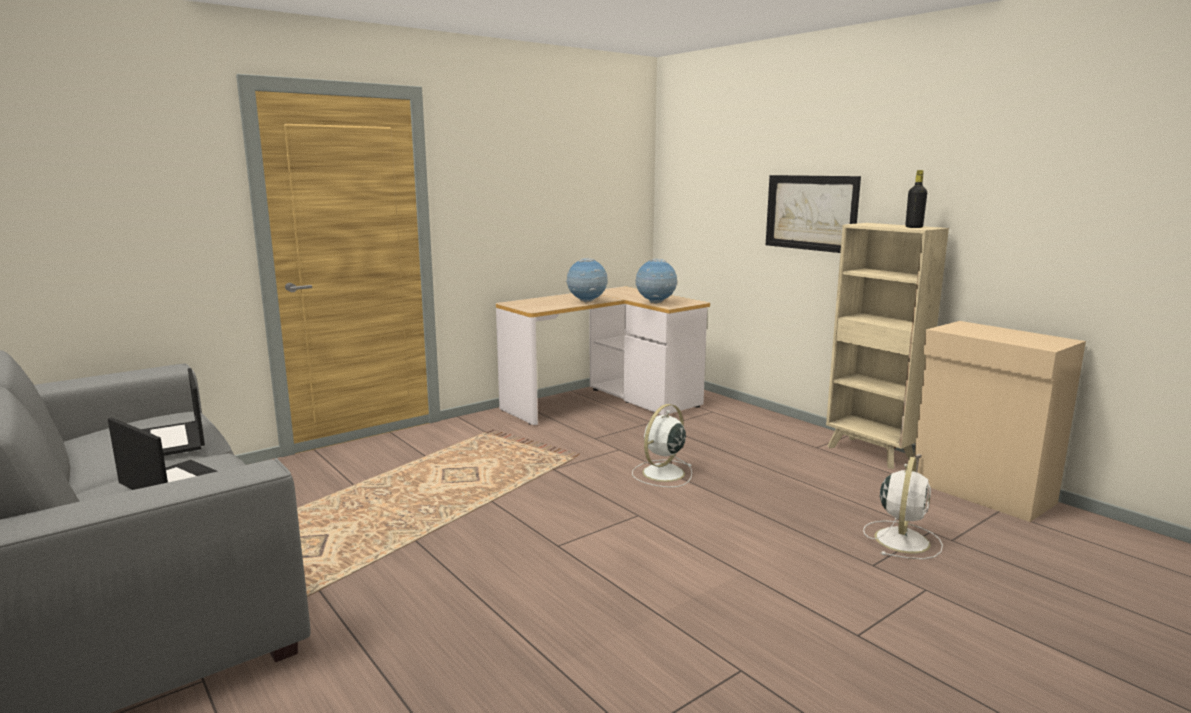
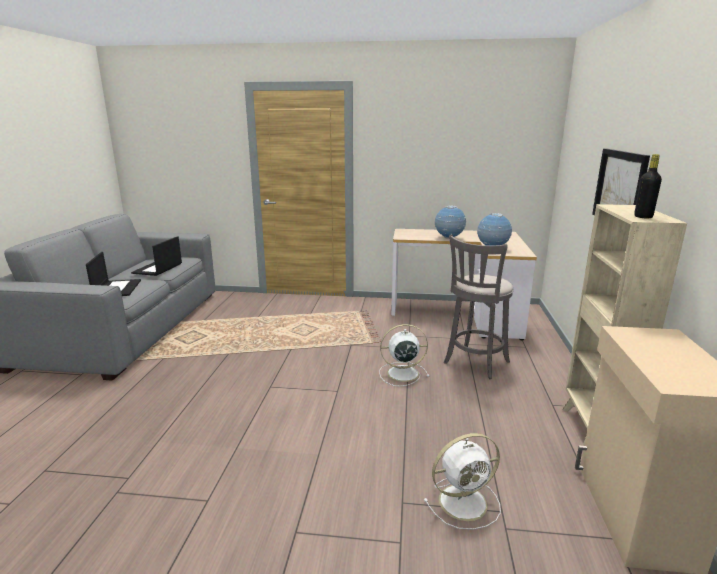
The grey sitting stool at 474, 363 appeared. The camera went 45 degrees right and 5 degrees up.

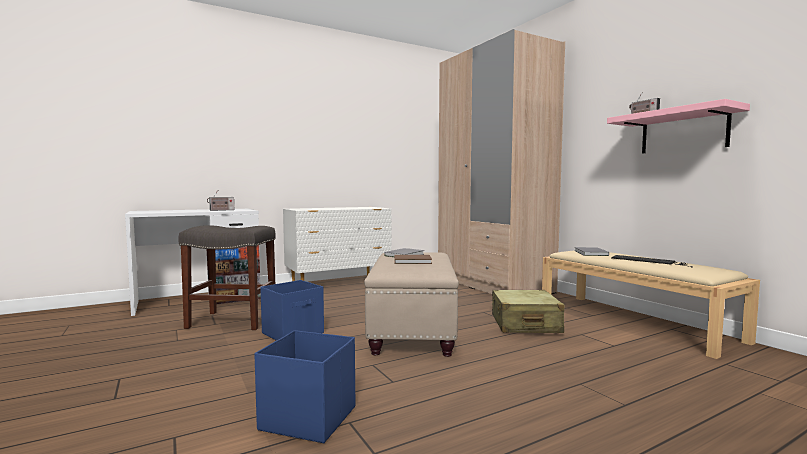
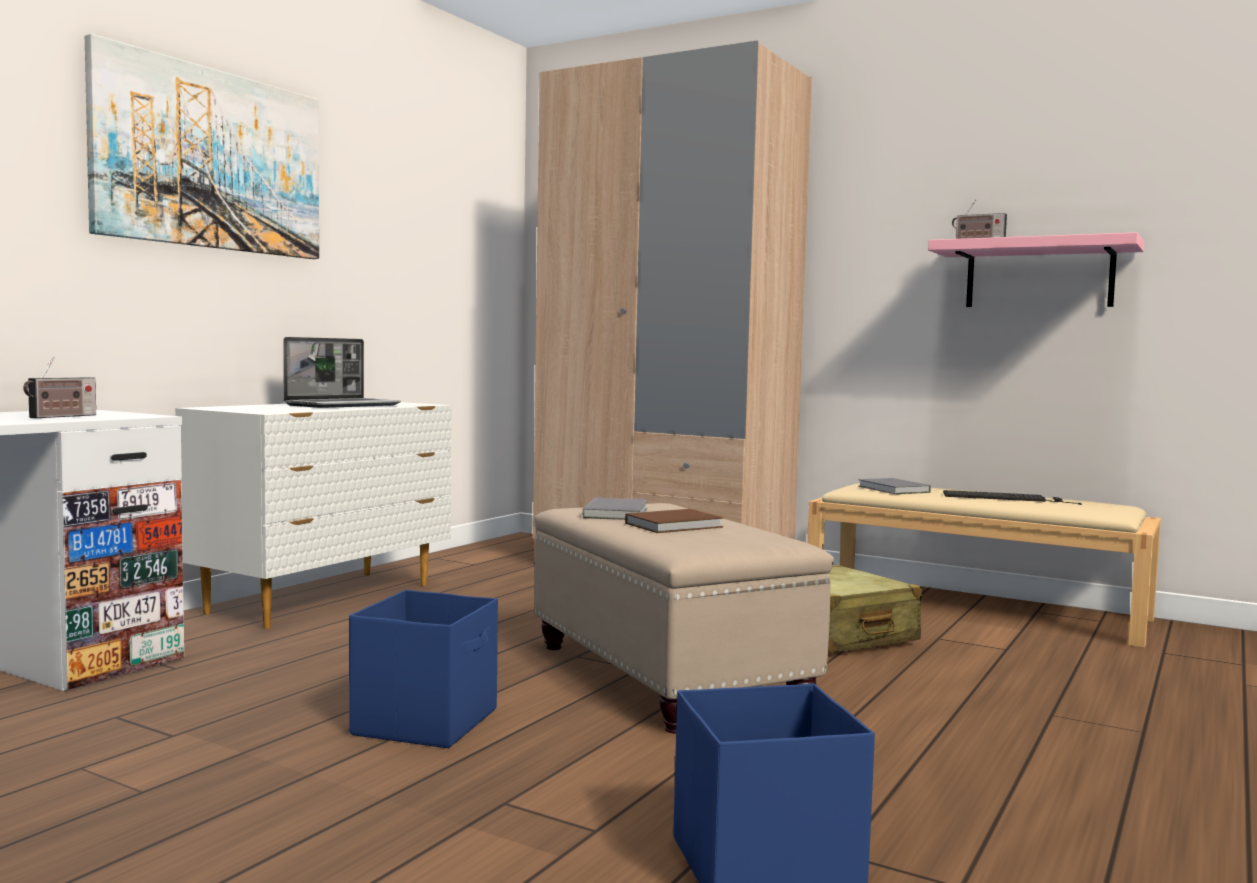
The grey sitting stool at 231, 321 disappeared. The wall picture at 211, 160 appeared. The laptop at 343, 405 appeared. The camera went 30 degrees left and 0 degrees up.

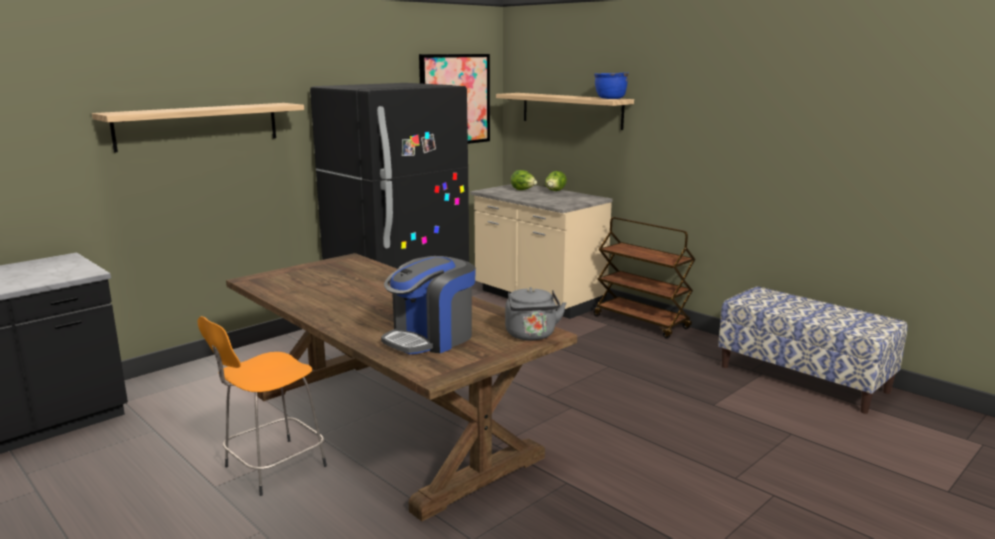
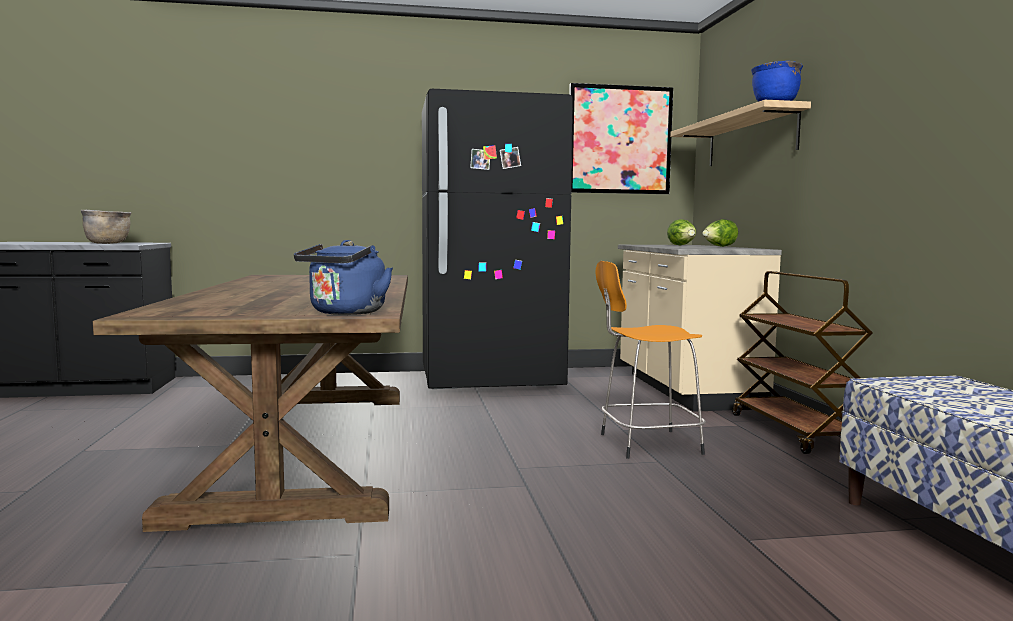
The wall shelf at 198, 126 disappeared. The coffee maker at 430, 338 disappeared. The brown-coloured cooking pot at 108, 243 appeared. The orange-coloured sitting stool moved from 272, 468 to 646, 444. The grey water kettle at 531, 335 became the blue-coloured water kettle at 345, 313. The camera went 35 degrees right and 10 degrees down.

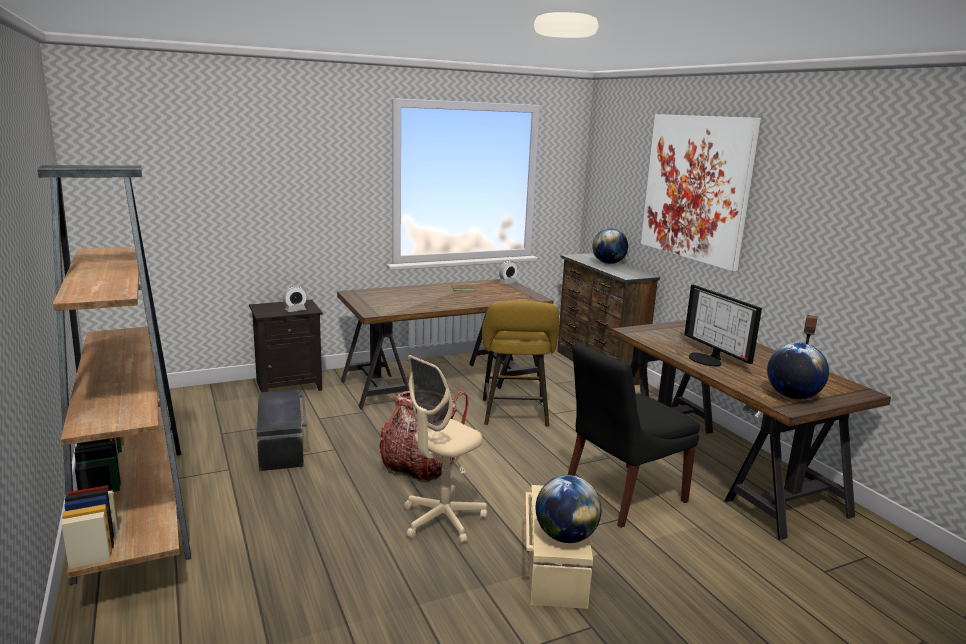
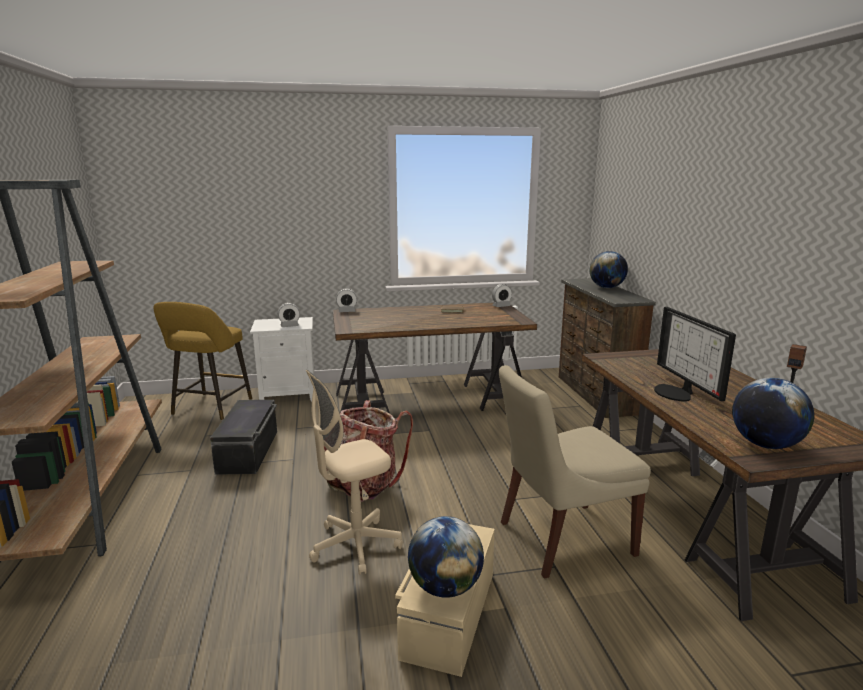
The wall picture at 696, 188 disappeared. The alarm clock at 347, 311 appeared. The yellow-coloured sitting stool moved from 515, 415 to 210, 408. The black-coloured night table at 290, 385 became the whitish night table at 289, 395. The black-coloured plain chair at 621, 496 became the beige-coloured plain chair at 561, 539. The camera went 15 degrees right and 0 degrees up.

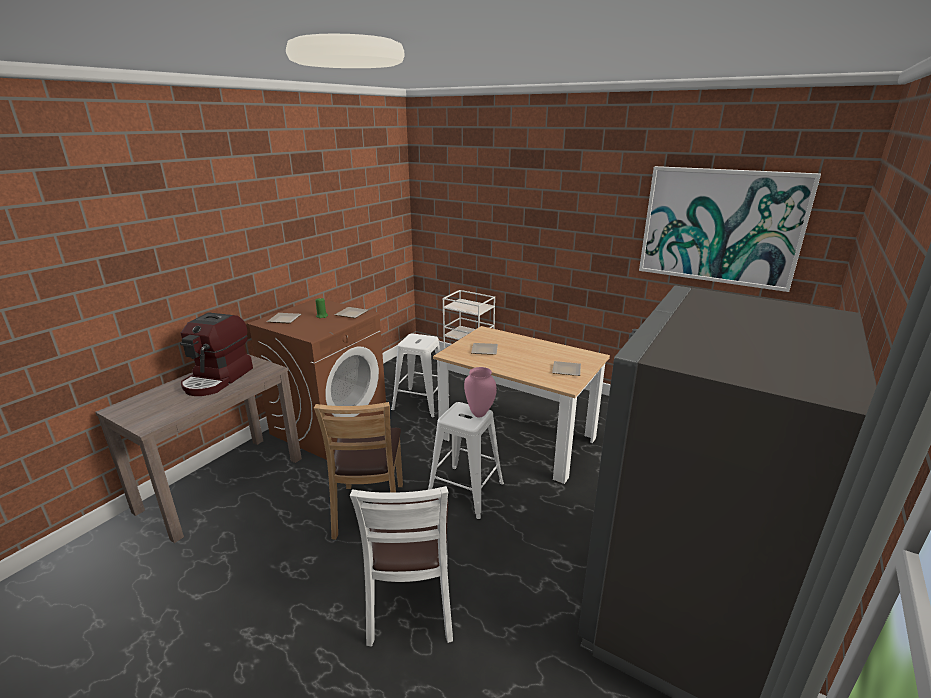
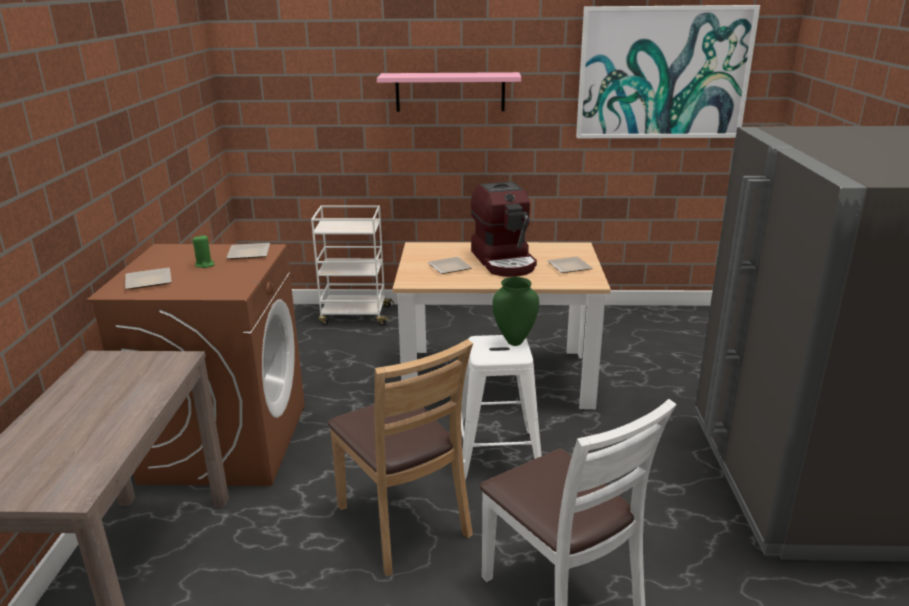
The whitish sitting stool at 420, 402 disappeared. The pink wall shelf at 450, 92 appeared. The coffee maker moved from 218, 379 to 504, 261. The pink vase at 480, 413 became the green-coloured vase at 514, 341. The camera went 30 degrees left and 0 degrees up.

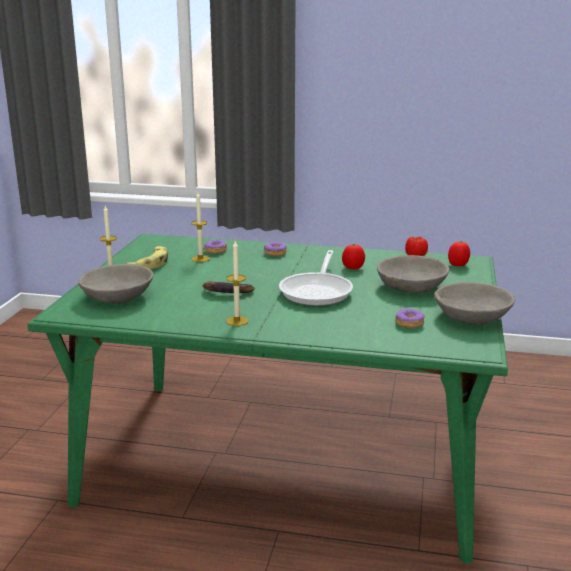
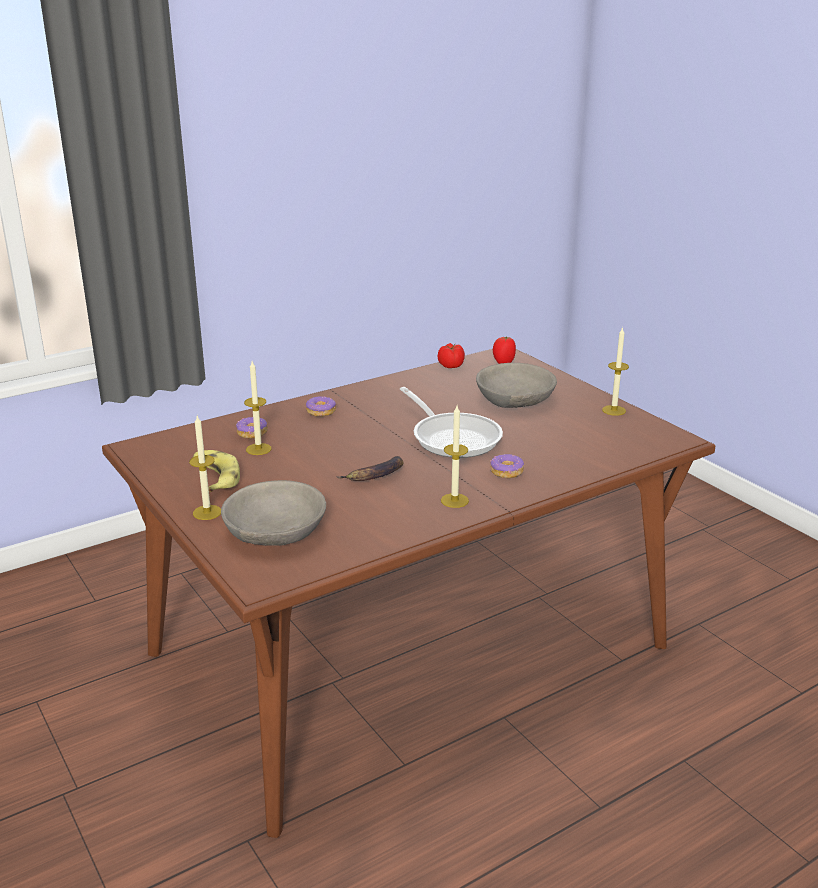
The tomato at 353, 268 disappeared. The donut moved from 409, 323 to 506, 472. The grey bowl at 472, 317 was replaced by the wax light at 614, 410. The green-coloured dinner table at 287, 459 became the brown-coloured dinner table at 410, 648. The camera went 45 degrees left and 5 degrees up.

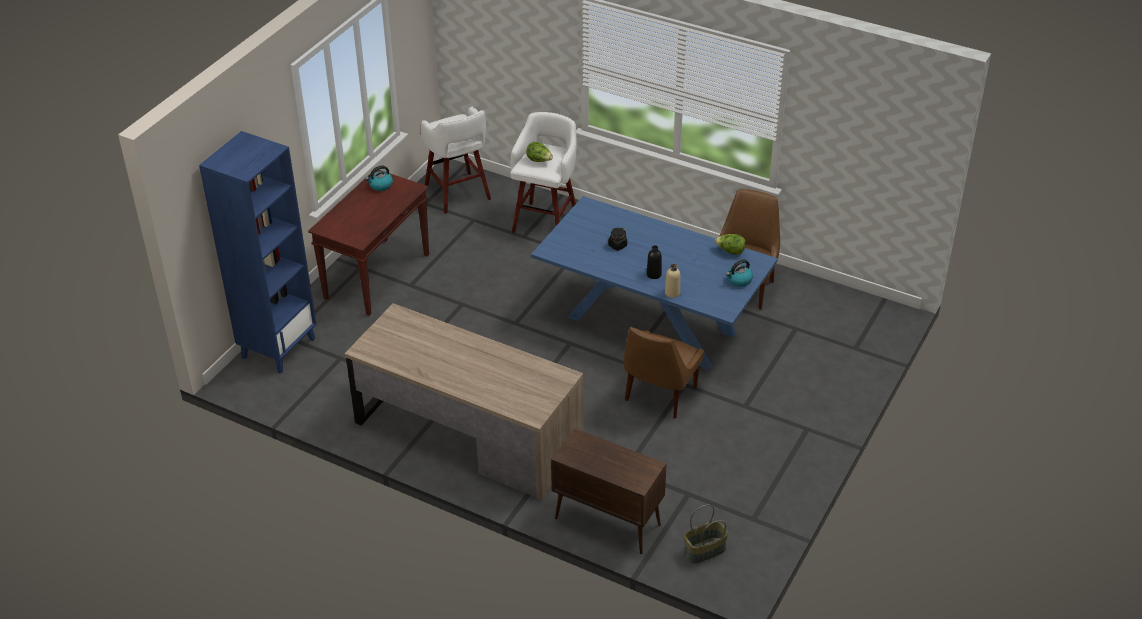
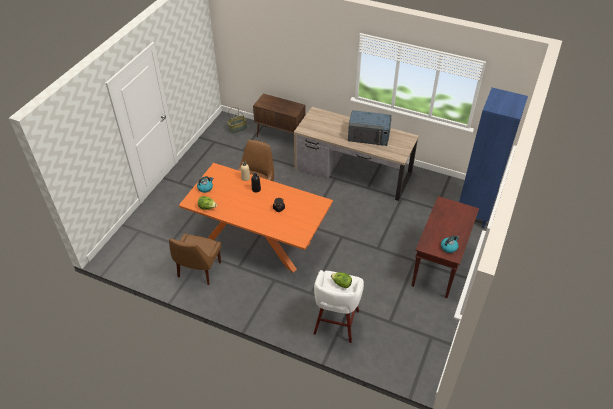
The whitish sitting stool at 458, 194 disappeared. The blue-coloured kitchen microwave at 369, 135 appeared. The blue-coloured dinner table at 652, 324 became the orange-coloured dinner table at 258, 240. The camera went 175 degrees right and 5 degrees up.

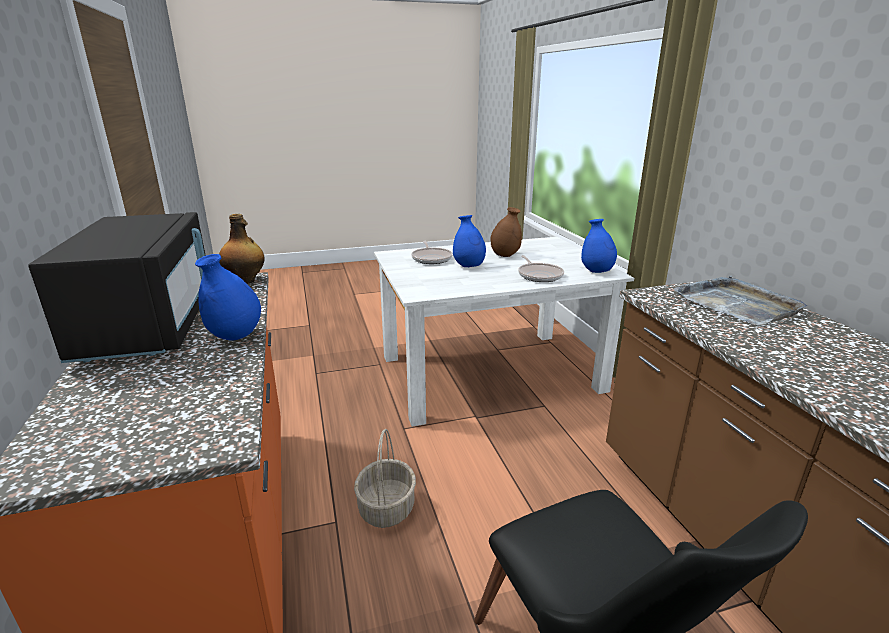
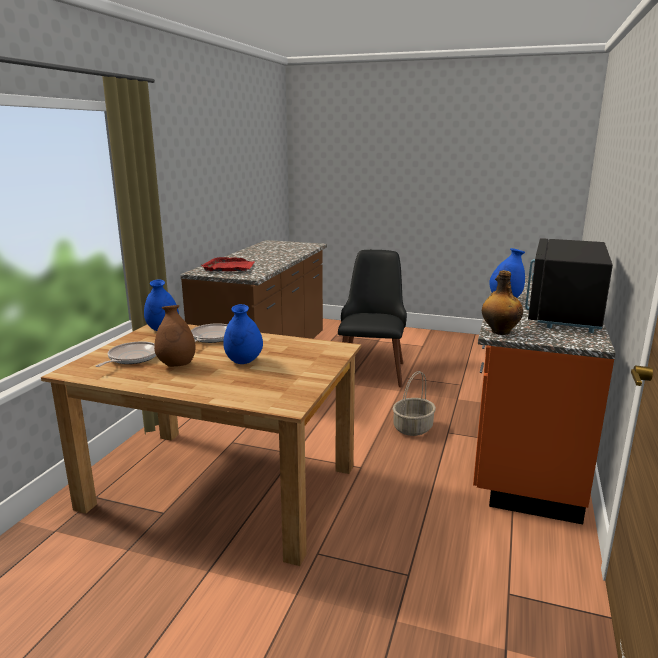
The frying pan moved from 431, 258 to 132, 358. The whitish dinner table at 490, 372 became the brown-coloured dinner table at 219, 487. The grey serving tray at 737, 304 became the red serving tray at 229, 267. The camera went 145 degrees left and 5 degrees down.

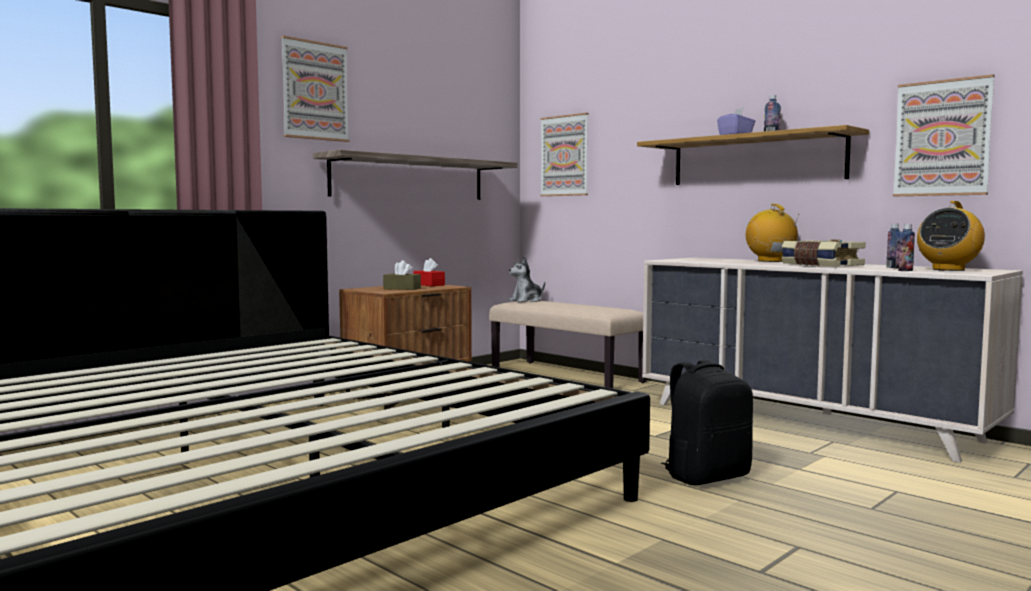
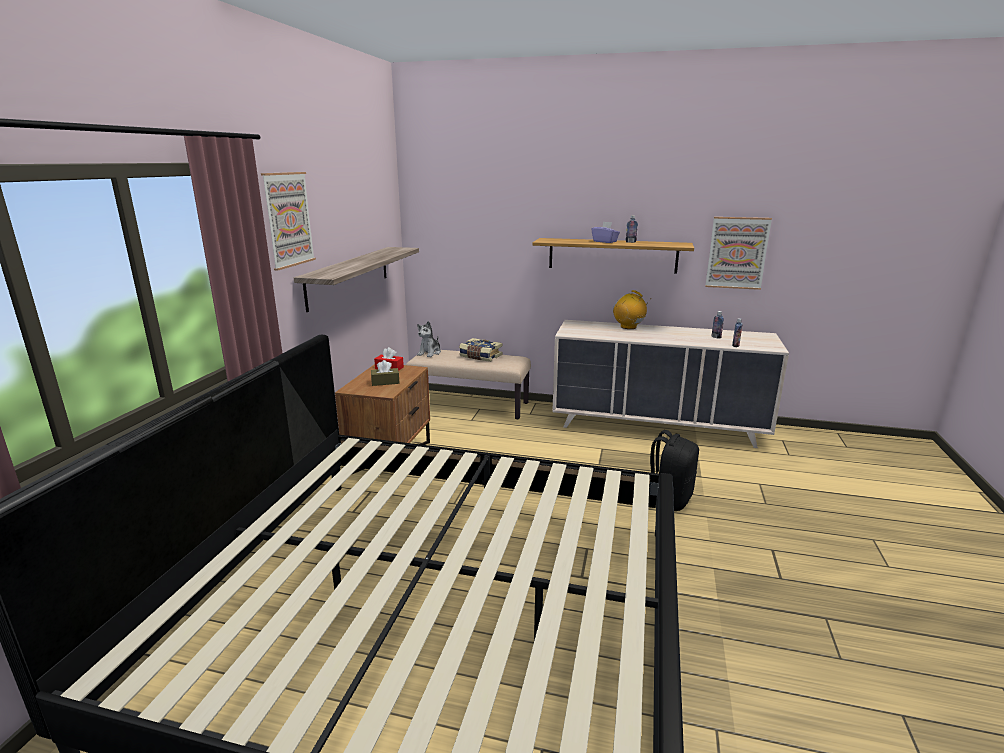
The wall picture at 565, 156 disappeared. The radio receiver at 948, 269 disappeared. The book moved from 820, 265 to 480, 356. The camera went 30 degrees left and 15 degrees up.

